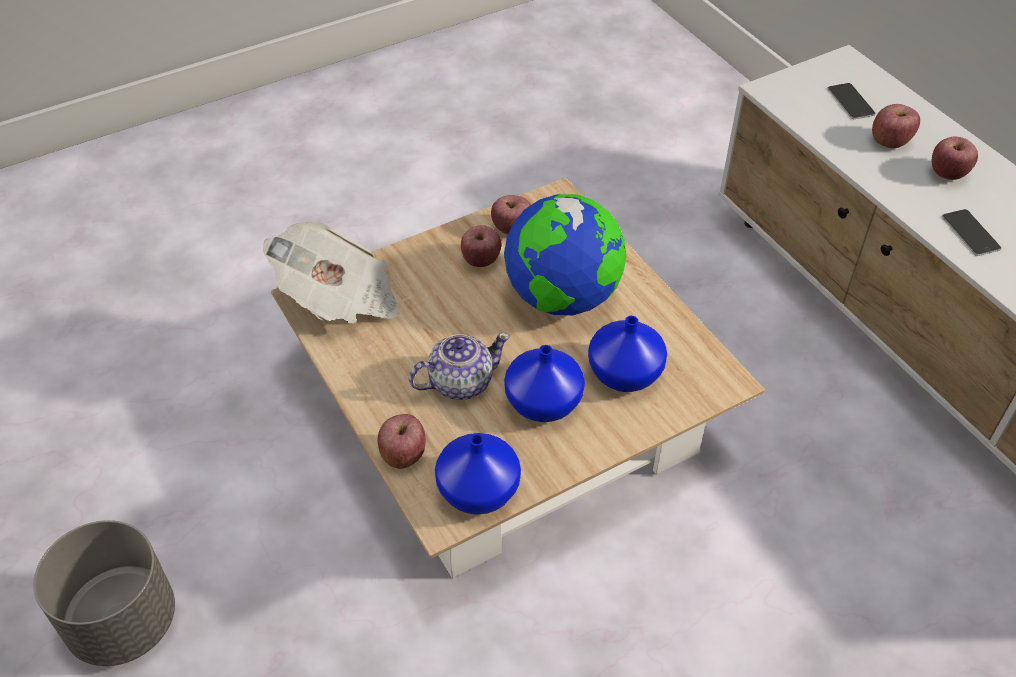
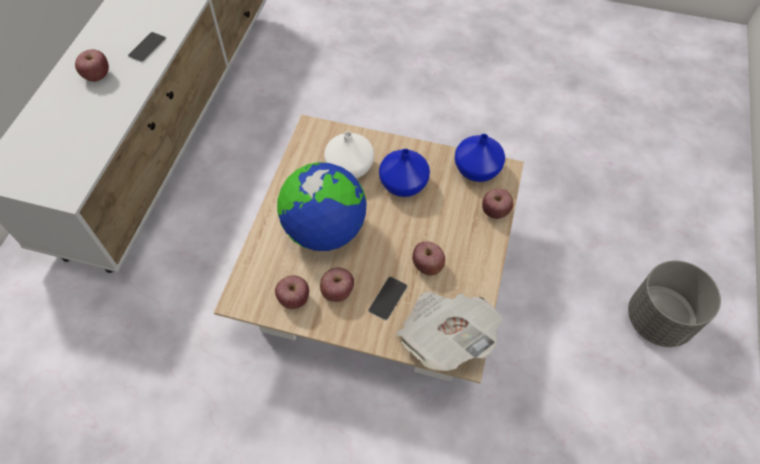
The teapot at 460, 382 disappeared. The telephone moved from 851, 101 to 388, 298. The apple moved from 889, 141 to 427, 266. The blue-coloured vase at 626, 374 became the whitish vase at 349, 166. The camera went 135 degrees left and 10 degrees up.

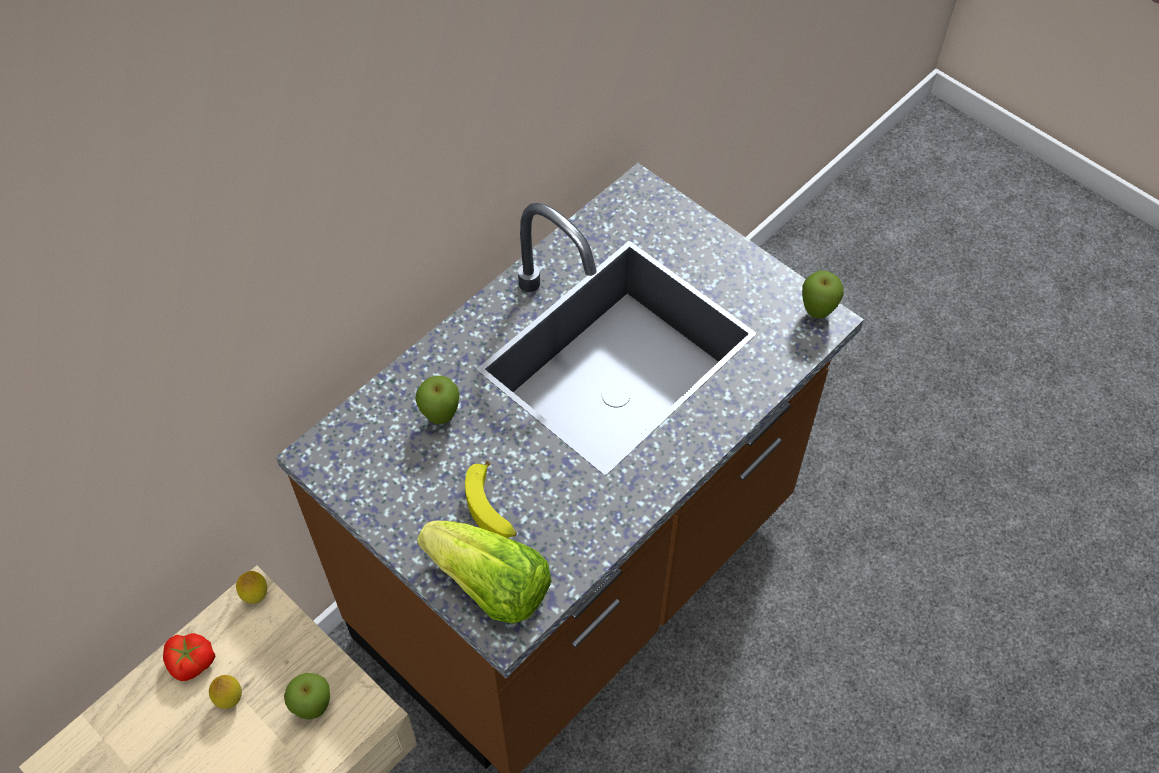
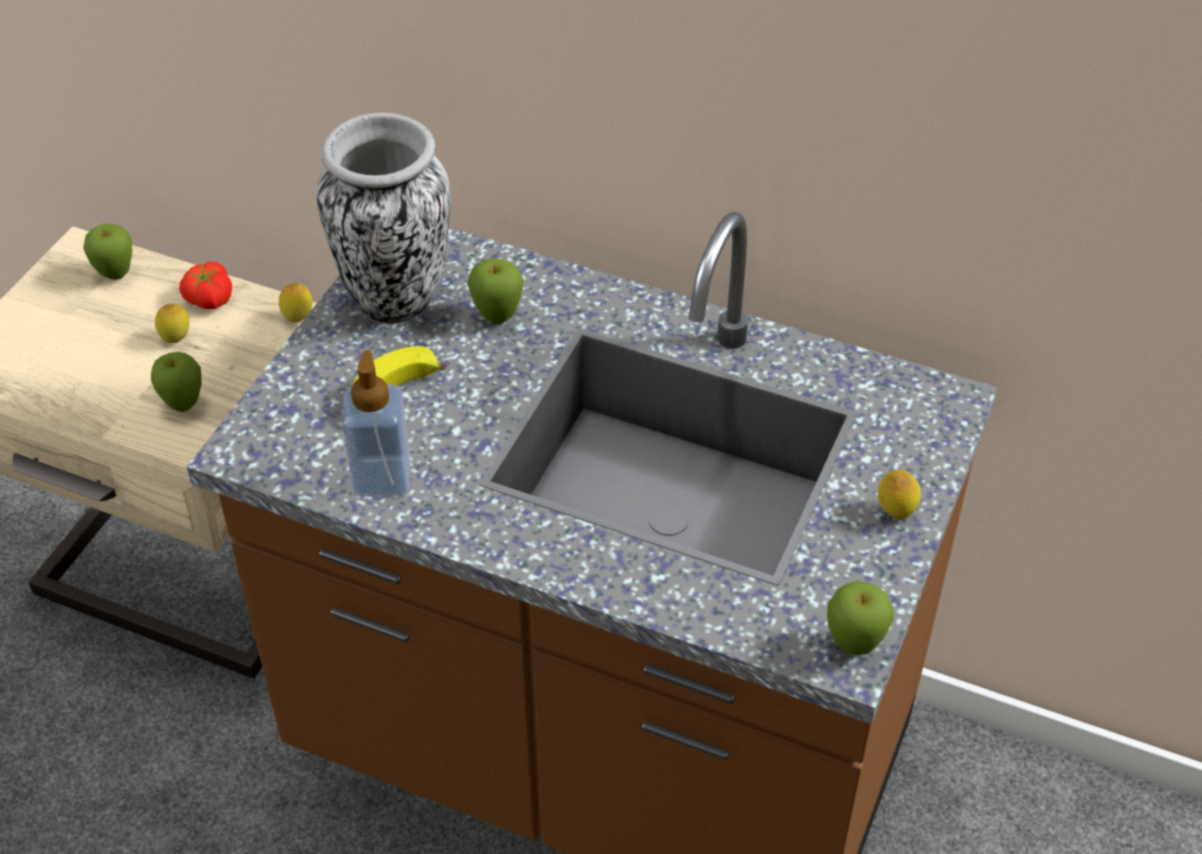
The lettuce at 490, 586 disappeared. The apple at 116, 276 appeared. The vase at 395, 299 appeared. The soap dispenser at 382, 477 appeared. The citrus fruit at 895, 513 appeared. The camera went 70 degrees right and 10 degrees down.

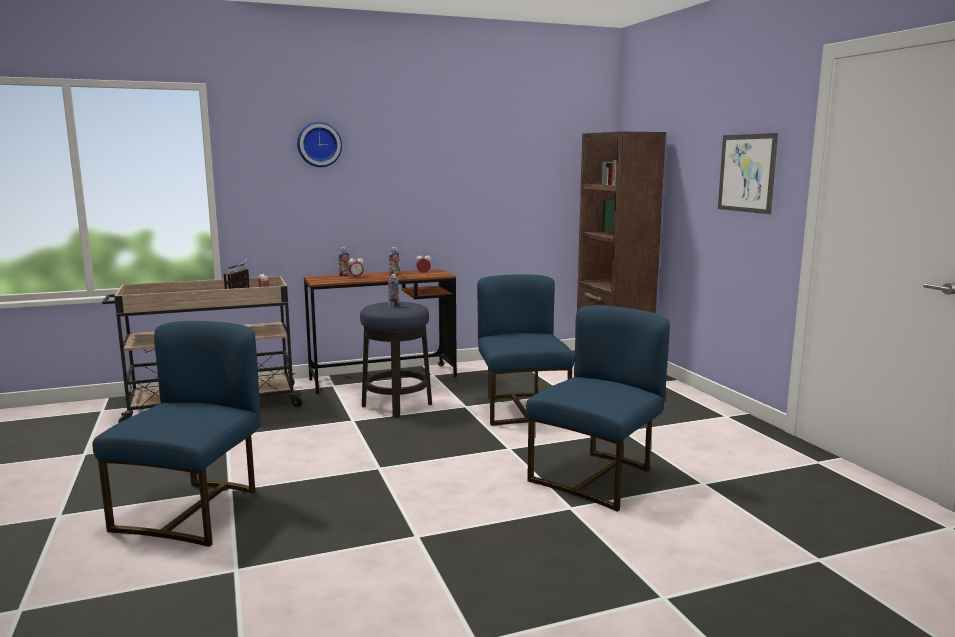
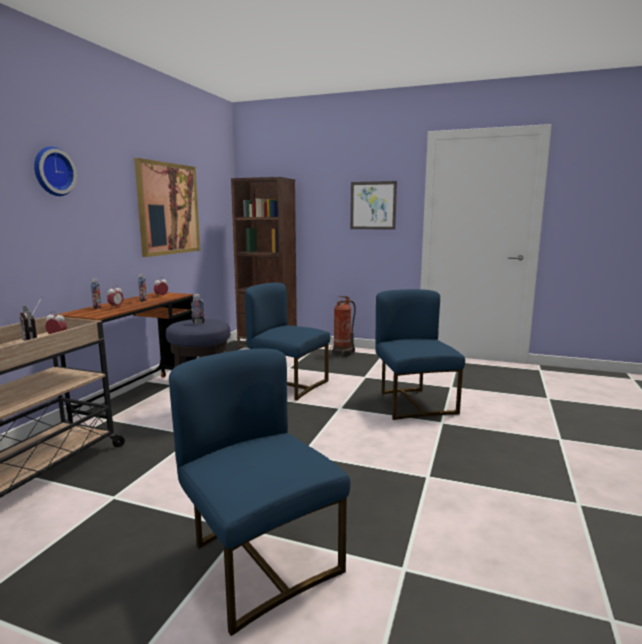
The wall picture at 168, 209 appeared. The fire extinguisher at 343, 354 appeared. The camera went 50 degrees left and 0 degrees up.

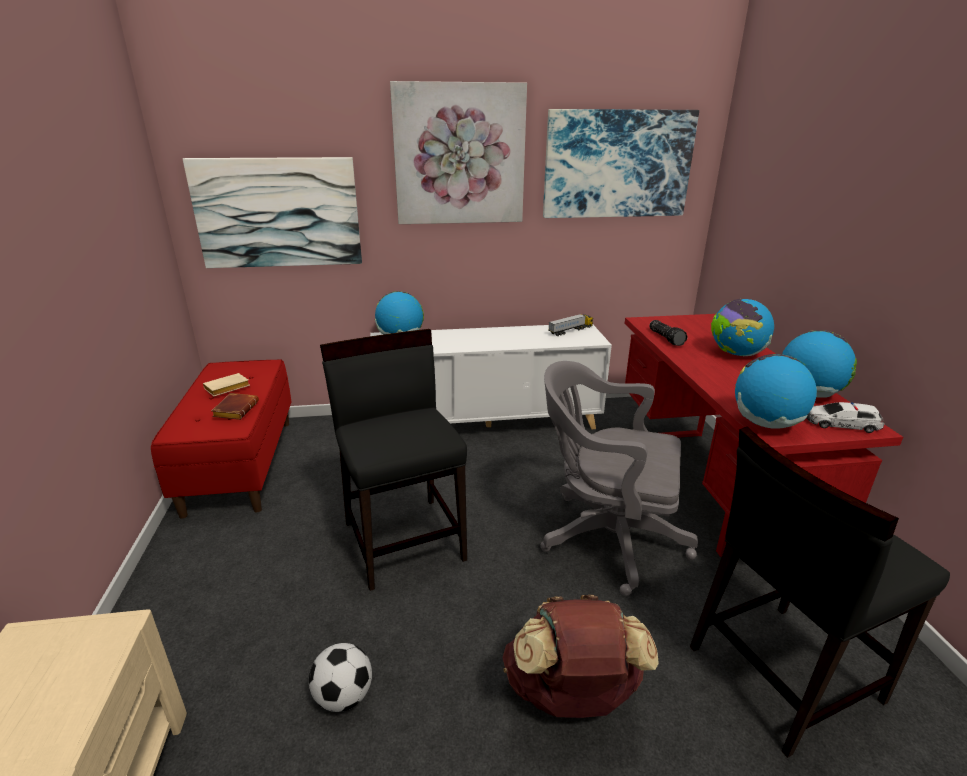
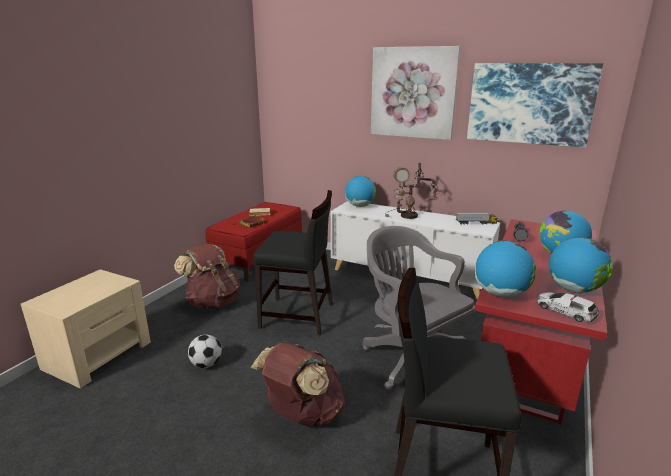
The wall picture at 278, 213 disappeared. The brown-coloured backpack at 213, 302 appeared. The table lamp at 410, 216 appeared. The black-coloured plain chair at 404, 539 turned 90 degrees clockwise. The camera went 35 degrees right and 5 degrees down.

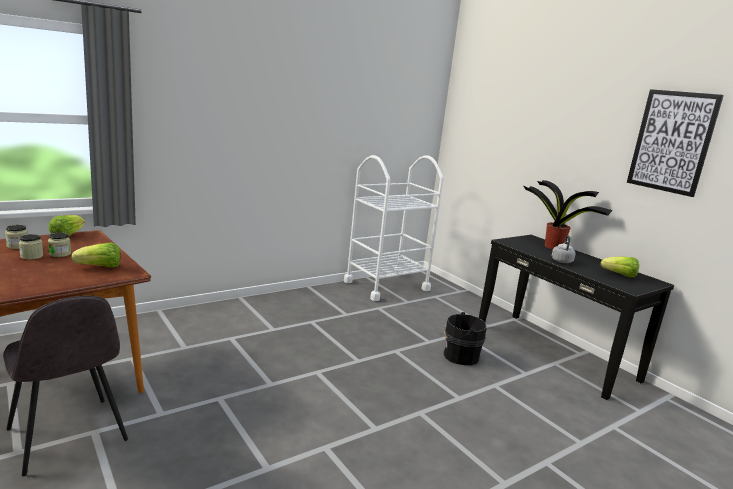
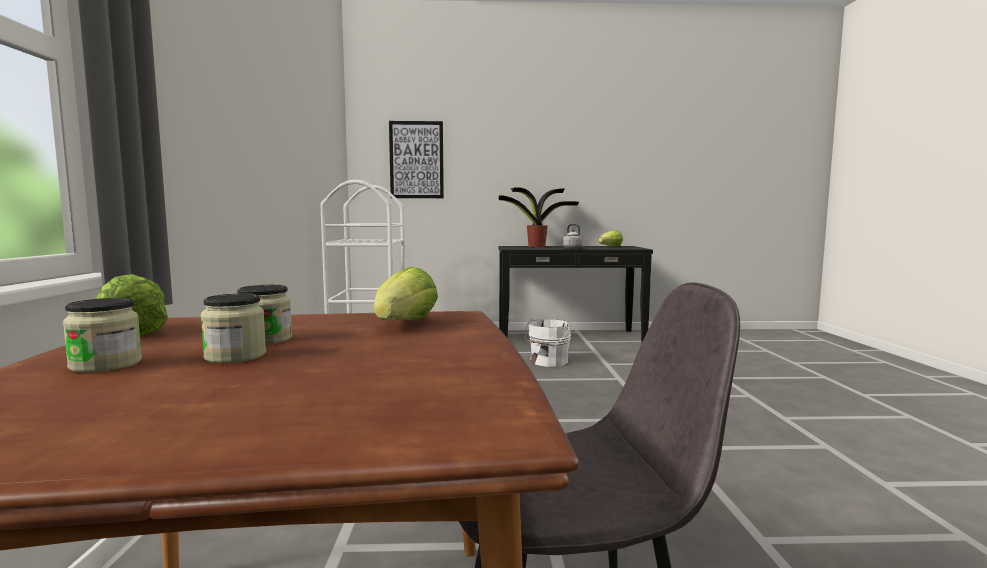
The wall picture moved from 672, 142 to 416, 160. The black-coloured bucket at 459, 356 became the whitish bucket at 548, 362. The camera went 55 degrees left and 10 degrees down.

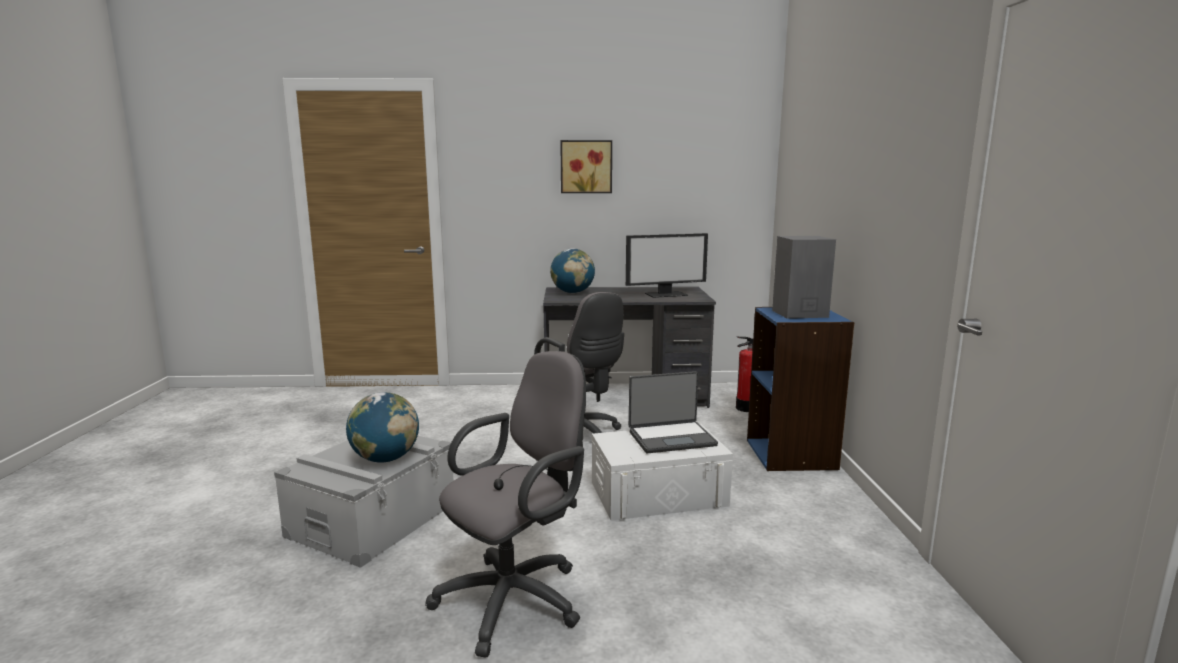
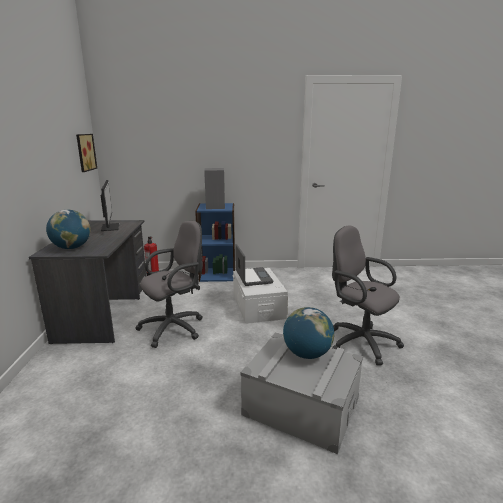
The wall picture moved from 586, 166 to 84, 152. The camera went 90 degrees left and 5 degrees up.

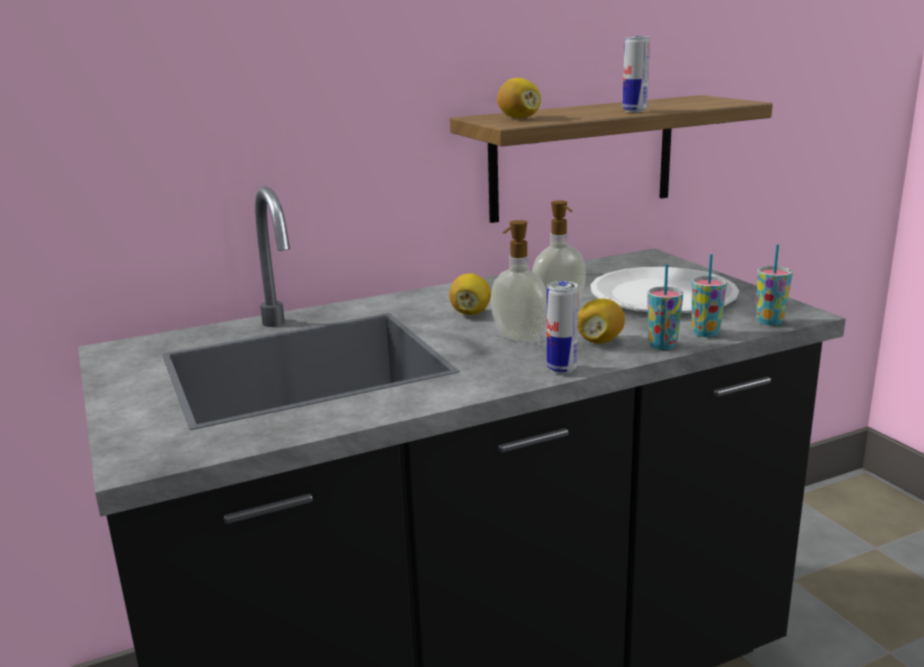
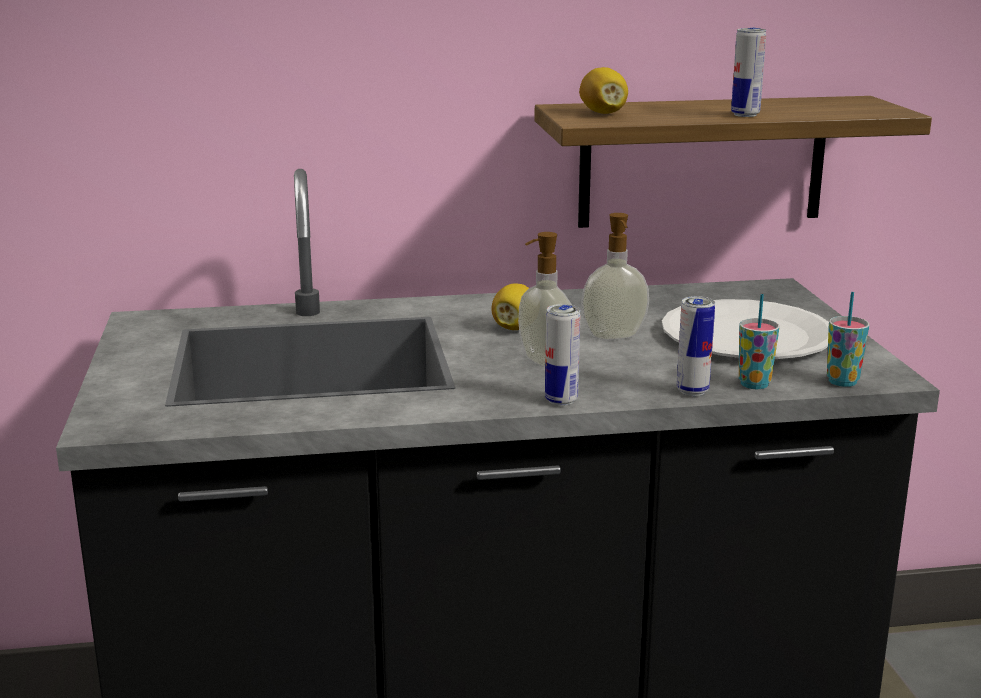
The citrus fruit at 600, 341 disappeared. The small cup at 662, 345 was replaced by the can at 692, 391. The camera went 15 degrees right and 0 degrees up.

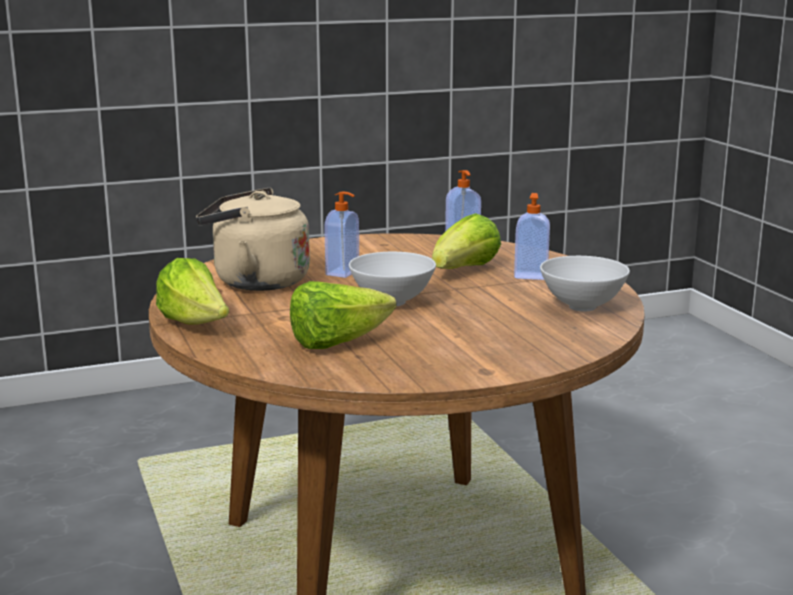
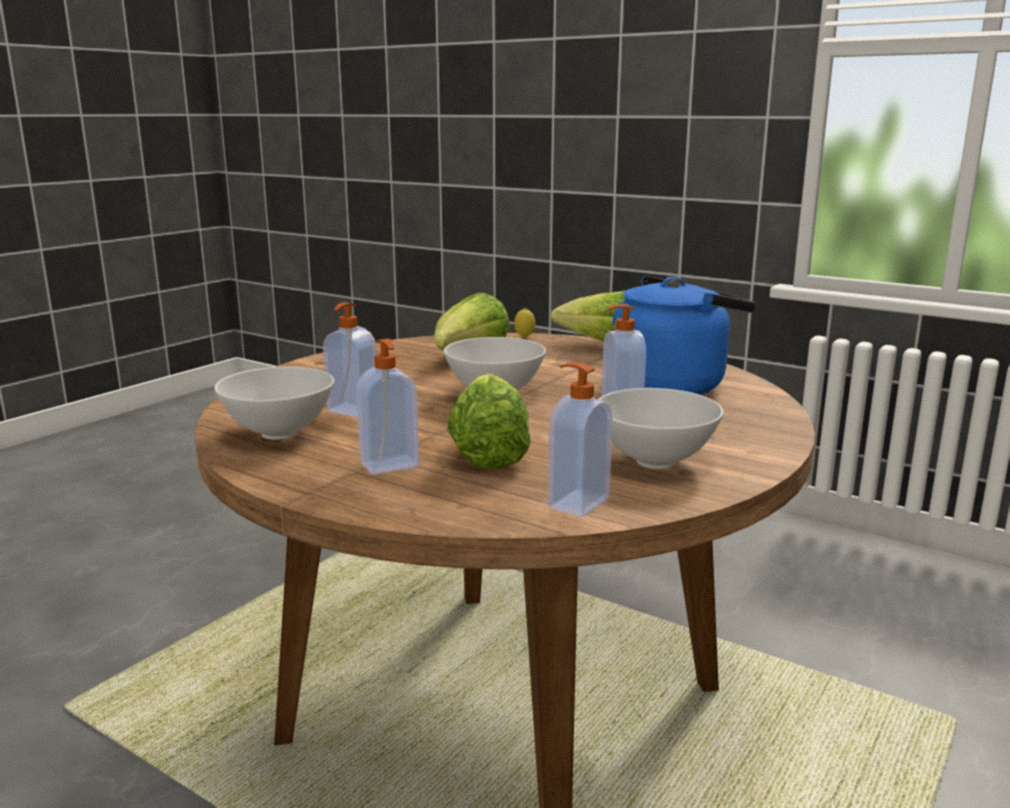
The soap dispenser at 352, 411 appeared. The citrus fruit at 524, 338 appeared. The whitish bowl at 654, 461 appeared. The beige-coloured water kettle at 255, 282 became the blue-coloured water kettle at 672, 385. The camera went 145 degrees right and 0 degrees up.

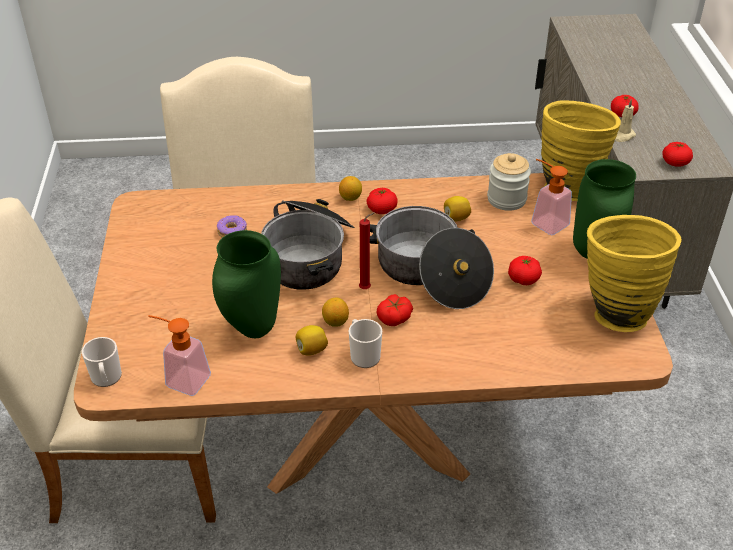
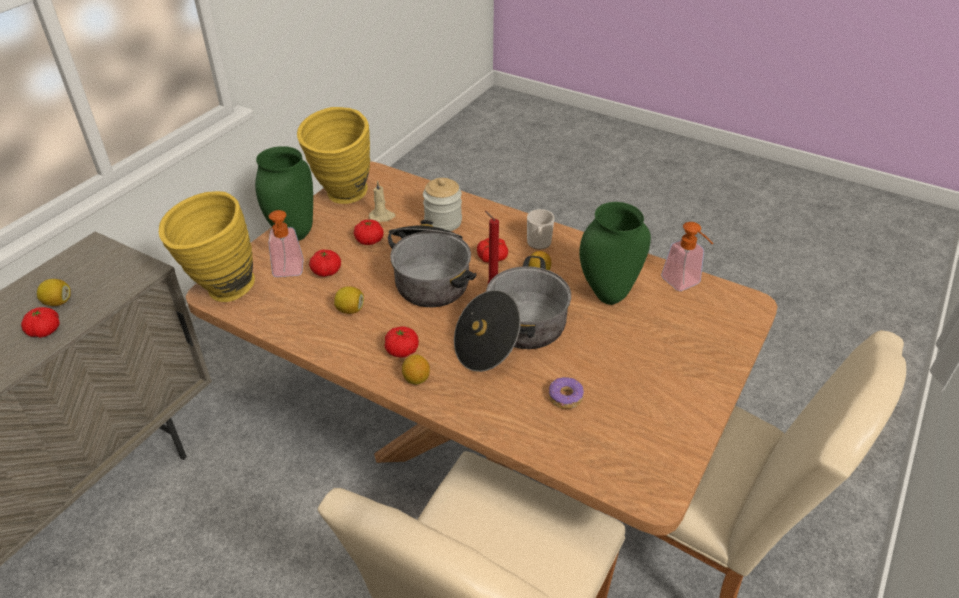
The mug at 106, 378 disappeared. The citrus fruit moved from 311, 350 to 58, 302. The storage jar moved from 506, 199 to 443, 222. The beige-coloured wax light moved from 623, 136 to 382, 216. The tomato moved from 675, 163 to 326, 271. The camera went 145 degrees left and 0 degrees up.

